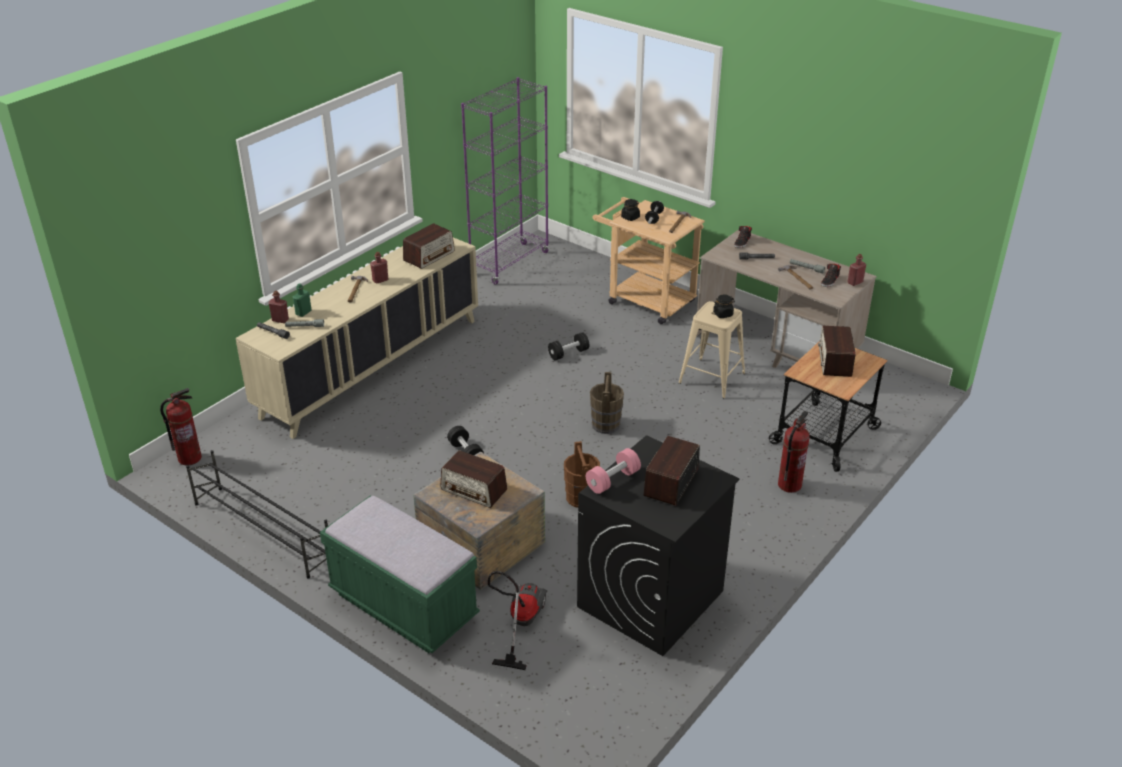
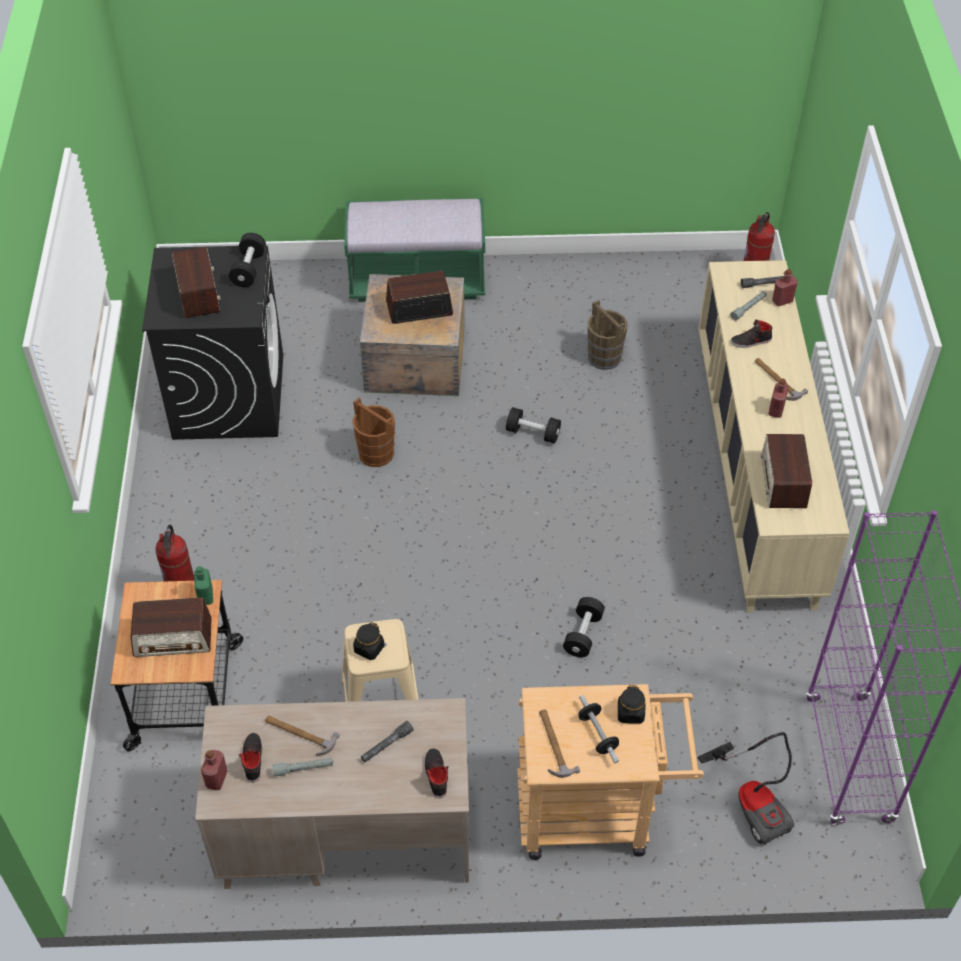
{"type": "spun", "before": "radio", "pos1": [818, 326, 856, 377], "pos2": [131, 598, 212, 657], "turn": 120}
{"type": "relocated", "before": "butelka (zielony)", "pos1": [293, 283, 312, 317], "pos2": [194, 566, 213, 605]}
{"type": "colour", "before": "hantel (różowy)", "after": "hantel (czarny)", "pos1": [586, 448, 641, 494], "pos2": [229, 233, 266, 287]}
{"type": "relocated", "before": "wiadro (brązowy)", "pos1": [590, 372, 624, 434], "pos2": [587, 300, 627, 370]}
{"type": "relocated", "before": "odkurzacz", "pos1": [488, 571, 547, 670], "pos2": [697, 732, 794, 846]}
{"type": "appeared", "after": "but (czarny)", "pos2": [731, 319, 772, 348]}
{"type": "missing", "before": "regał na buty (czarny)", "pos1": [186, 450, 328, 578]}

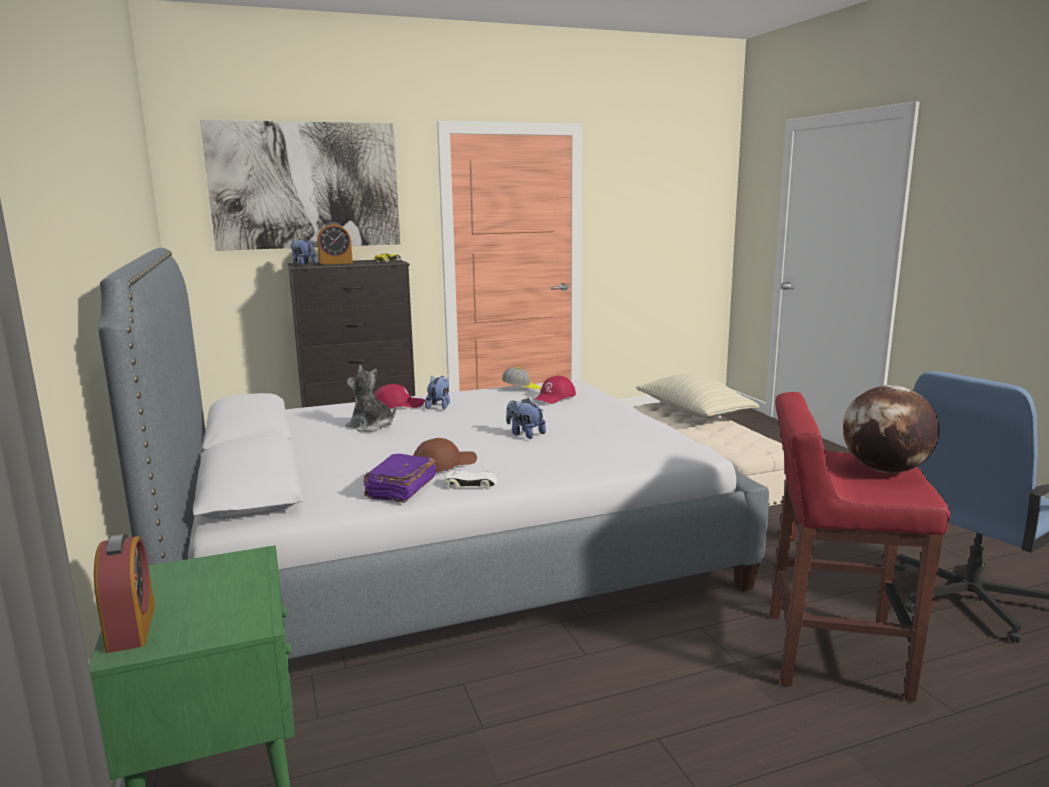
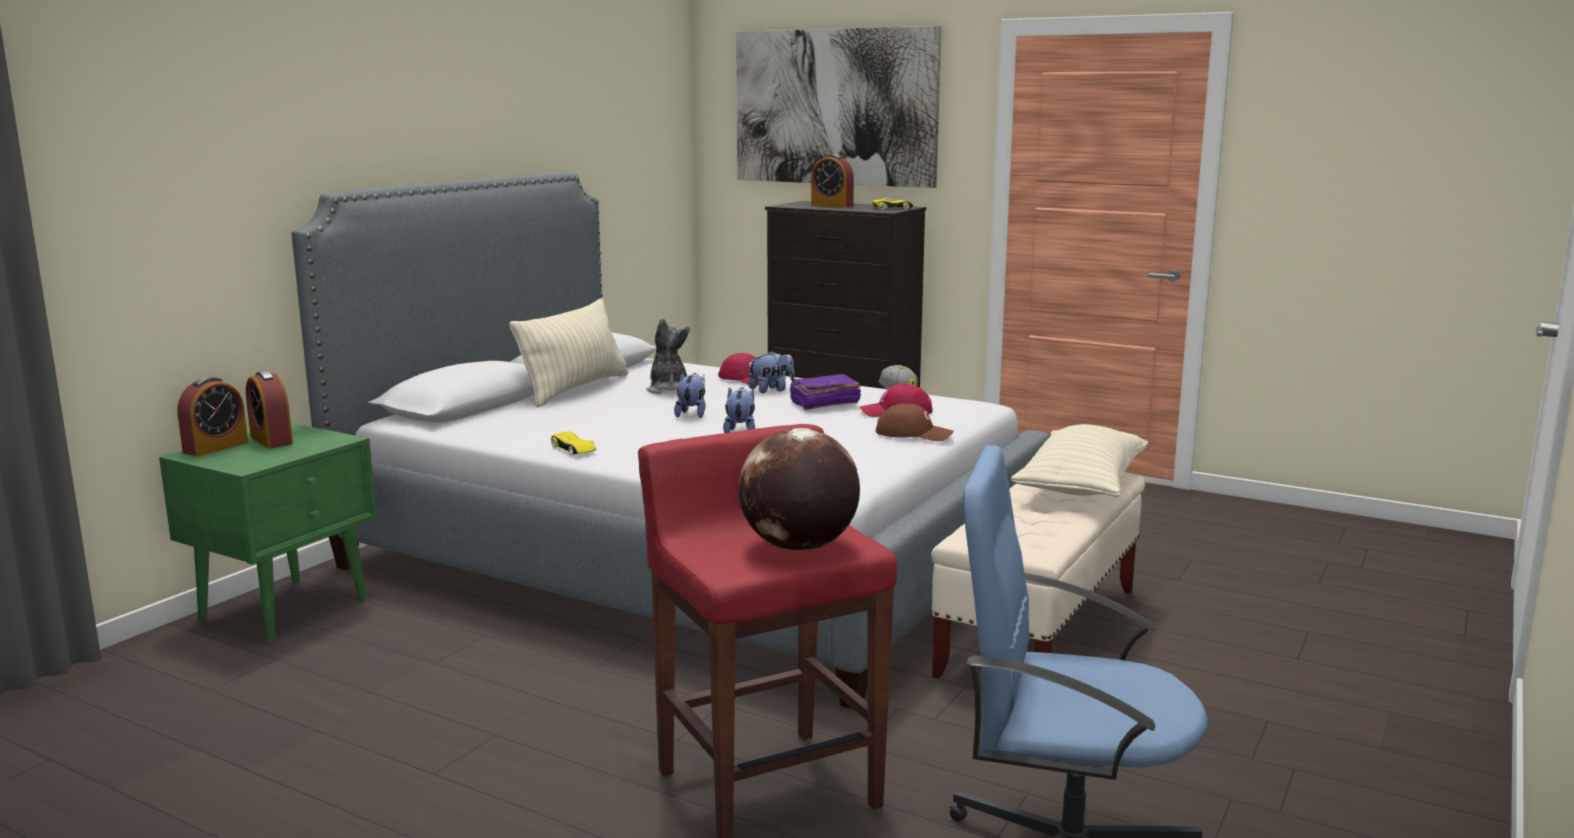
{"type": "appeared", "after": "budzik", "pos2": [246, 371, 293, 449]}
{"type": "appeared", "after": "poduszka (beżowy)", "pos2": [509, 298, 628, 408]}
{"type": "colour", "before": "samochodzik (biały)", "after": "samochodzik (żółty)", "pos1": [445, 471, 497, 489], "pos2": [551, 432, 596, 455]}
{"type": "relocated", "before": "pluszak", "pos1": [291, 239, 317, 266], "pos2": [674, 373, 706, 418]}
{"type": "relocated", "before": "książka (fioletowy)", "pos1": [363, 454, 436, 503], "pos2": [789, 374, 861, 410]}
{"type": "relocated", "before": "czapka z daszkiem (brązowy)", "pos1": [413, 438, 477, 472], "pos2": [876, 403, 954, 441]}

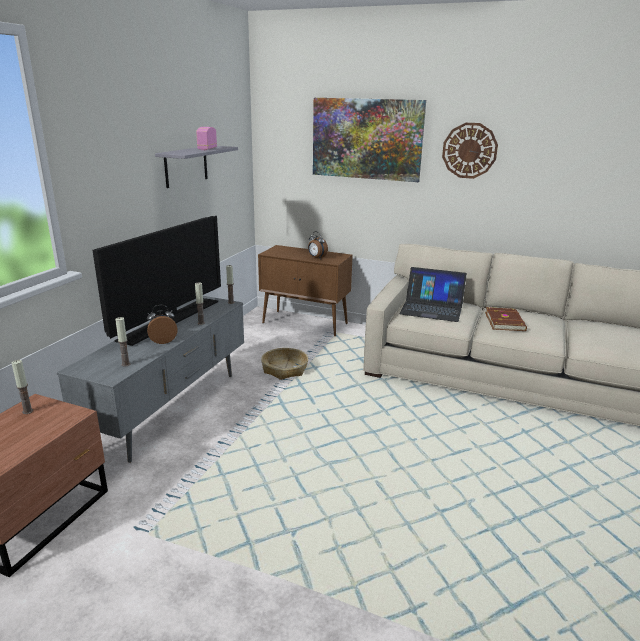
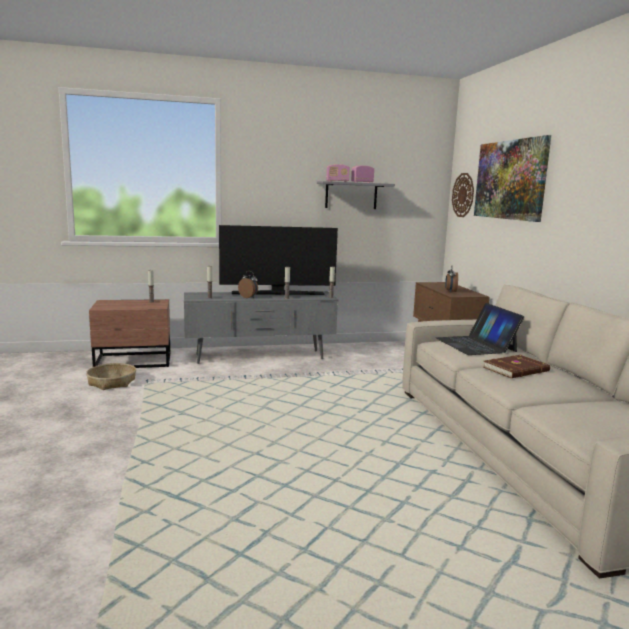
{"type": "relocated", "before": "koszyk", "pos1": [261, 348, 308, 380], "pos2": [86, 363, 136, 390]}
{"type": "appeared", "after": "radio", "pos2": [326, 164, 350, 182]}
{"type": "relocated", "before": "zegar ścienny", "pos1": [442, 123, 498, 179], "pos2": [452, 173, 474, 217]}

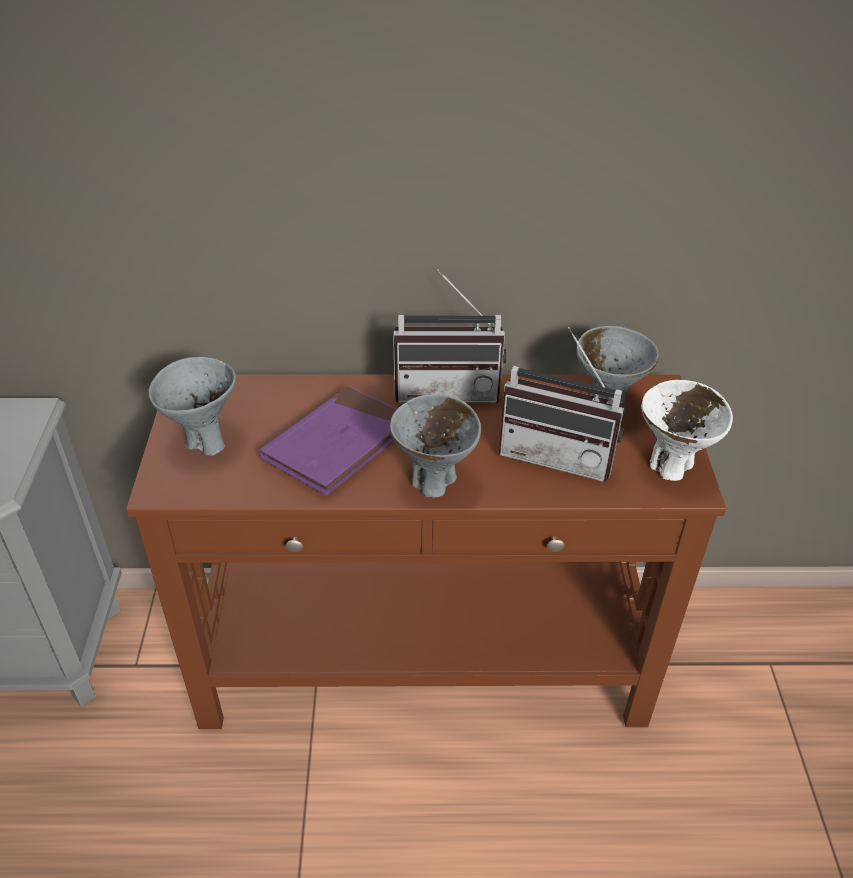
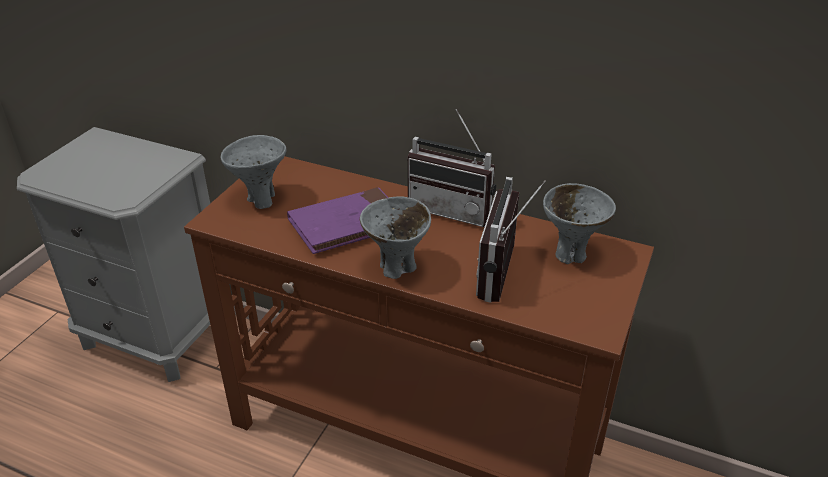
{"type": "spun", "before": "radio", "pos1": [499, 327, 624, 482], "pos2": [476, 177, 546, 303], "turn": 60}
{"type": "missing", "before": "miska (biały)", "pos1": [641, 380, 733, 481]}

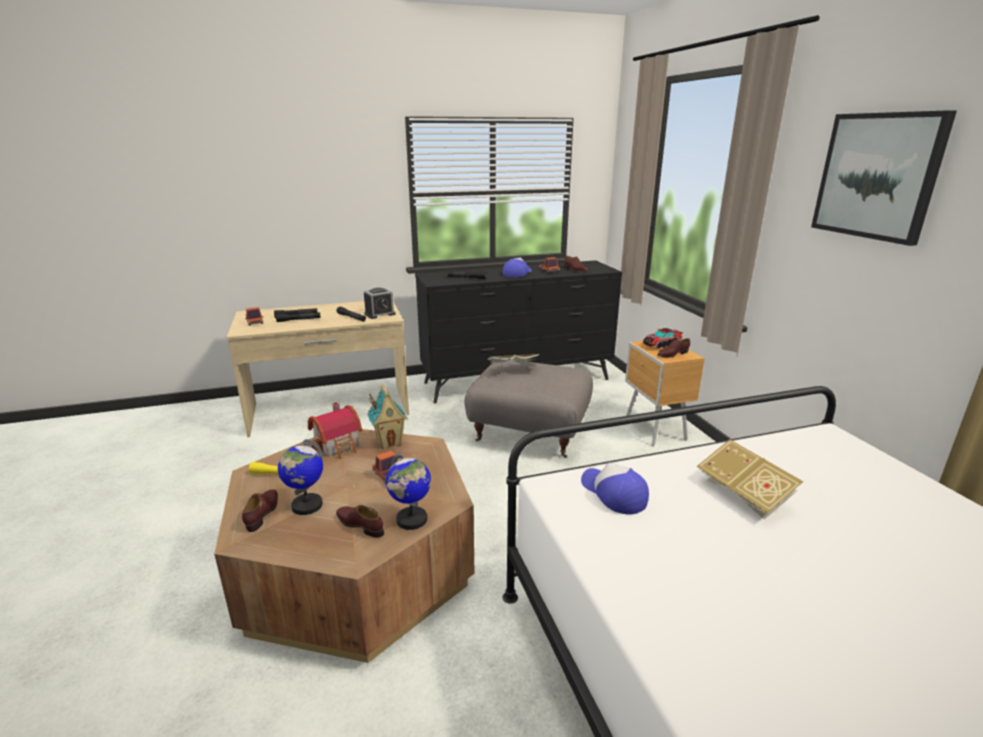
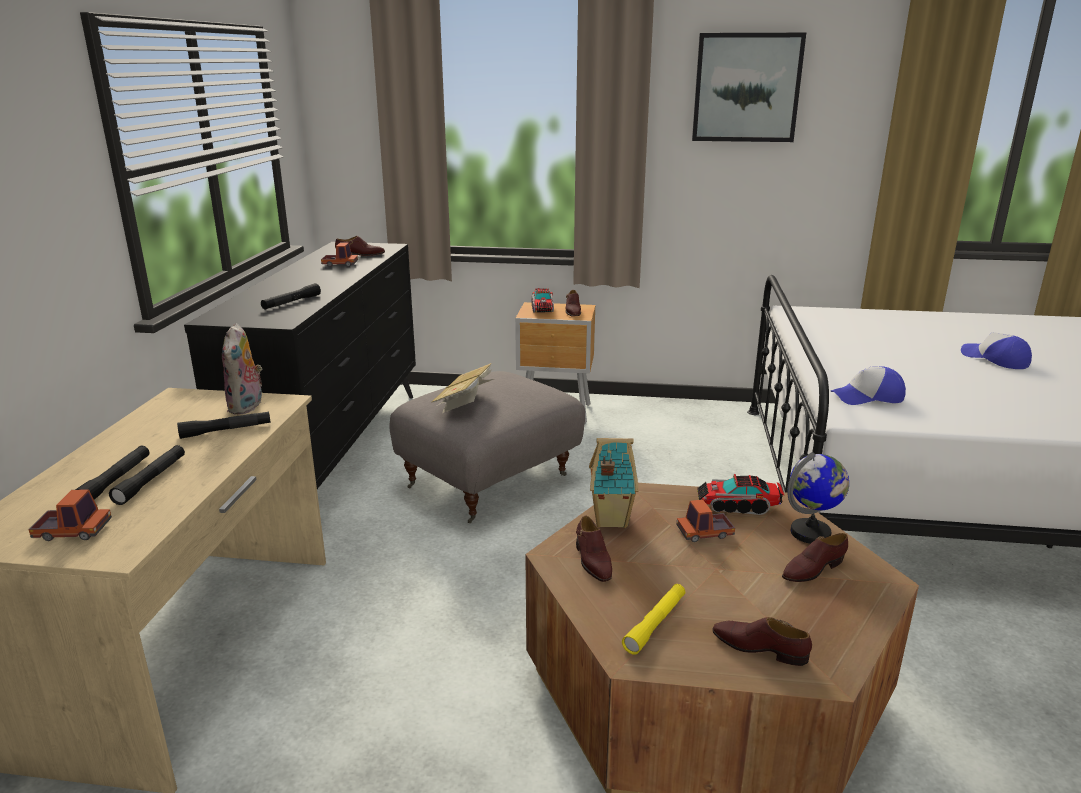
{"type": "exchanged", "before": "budzik", "after": "pluszak", "pos1": [364, 288, 395, 319], "pos2": [222, 323, 262, 414]}
{"type": "exchanged", "before": "domek", "after": "but (brązowy)", "pos1": [308, 402, 362, 459], "pos2": [576, 516, 612, 582]}
{"type": "appeared", "after": "ciężarówka zabawkowa", "pos2": [697, 474, 784, 515]}
{"type": "relocated", "before": "czapka z daszkiem", "pos1": [503, 258, 532, 278], "pos2": [961, 332, 1032, 369]}
{"type": "missing", "before": "globus", "pos1": [278, 439, 323, 515]}
{"type": "missing", "before": "książka", "pos1": [697, 439, 803, 520]}

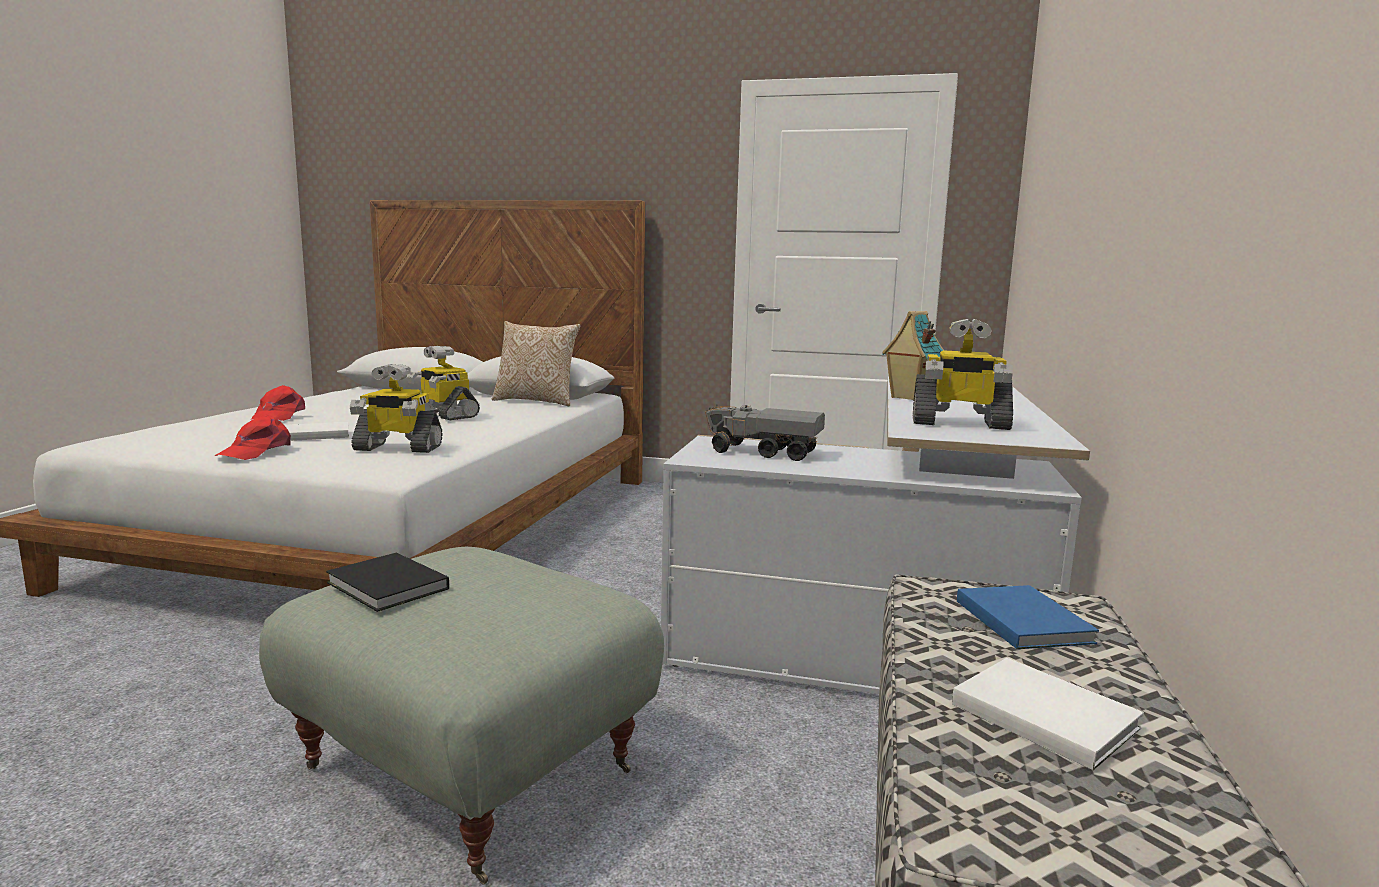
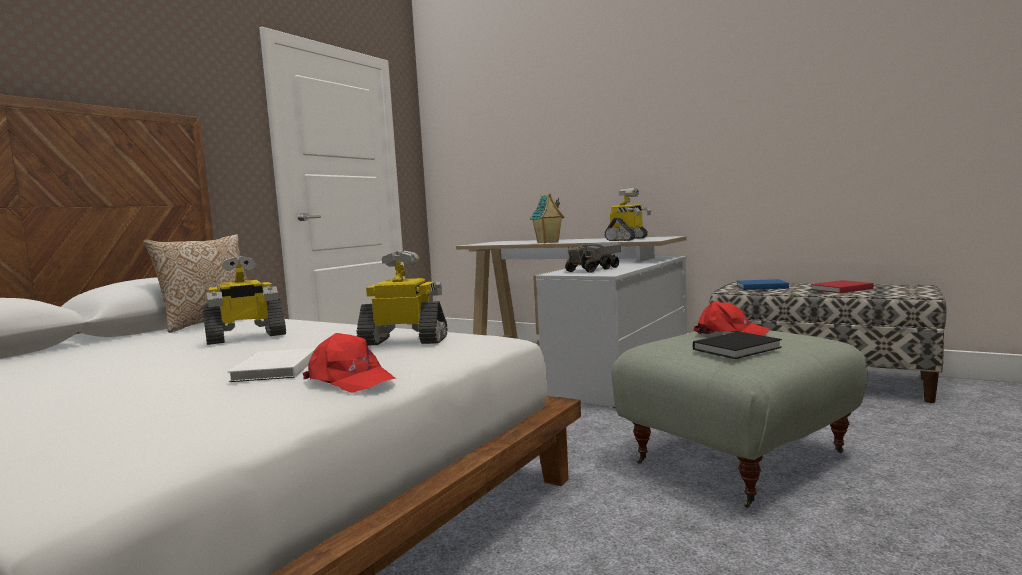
{"type": "spun", "before": "robot zabawkowy", "pos1": [350, 364, 443, 453], "pos2": [357, 251, 447, 345], "turn": -105}
{"type": "relocated", "before": "czapka z daszkiem (czerwony)", "pos1": [251, 385, 305, 421], "pos2": [694, 301, 769, 335]}
{"type": "colour", "before": "książka (biały)", "after": "książka (czerwony)", "pos1": [952, 658, 1144, 770], "pos2": [810, 280, 874, 293]}

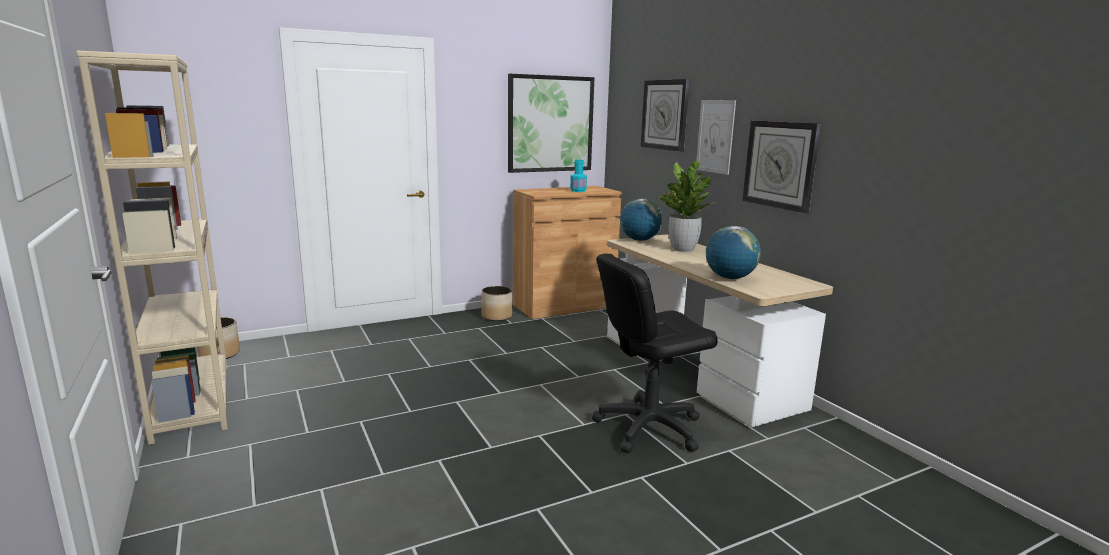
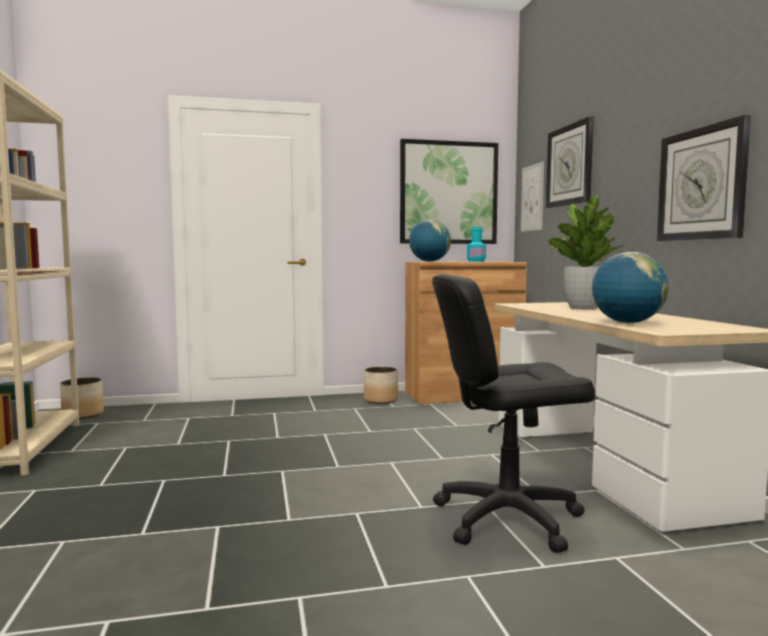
{"type": "relocated", "before": "globus", "pos1": [620, 199, 662, 241], "pos2": [409, 219, 451, 262]}
{"type": "relocated", "before": "obraz", "pos1": [696, 100, 736, 175], "pos2": [521, 162, 544, 232]}

